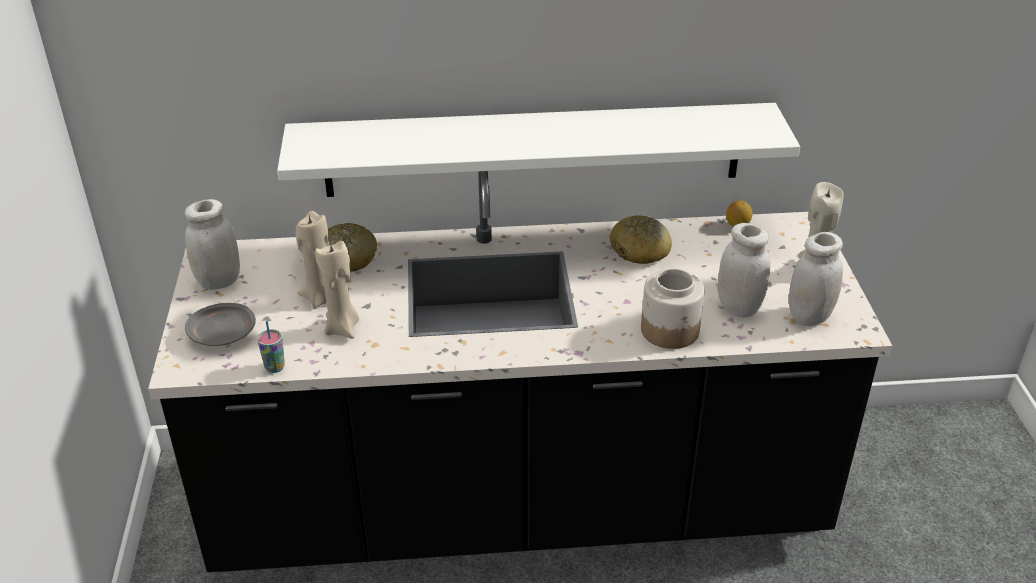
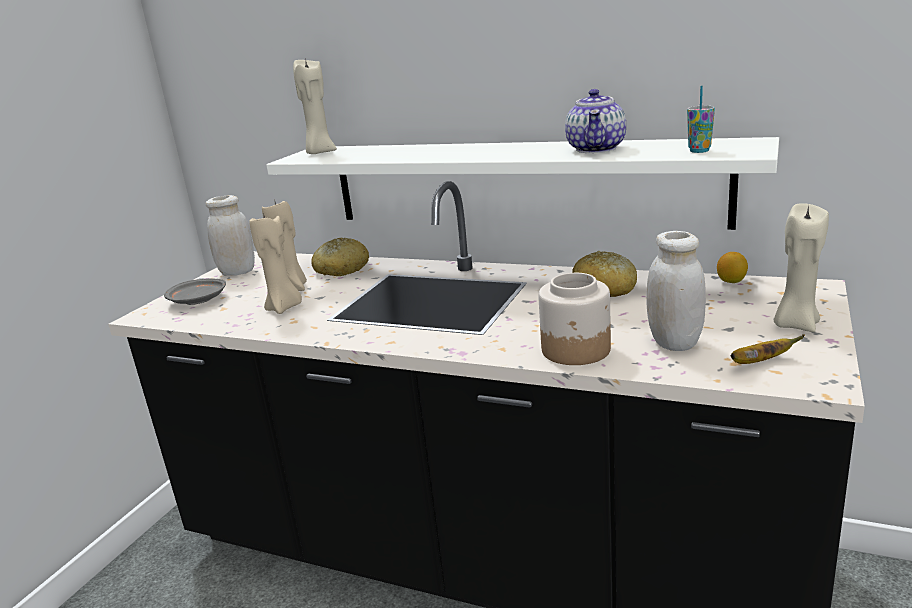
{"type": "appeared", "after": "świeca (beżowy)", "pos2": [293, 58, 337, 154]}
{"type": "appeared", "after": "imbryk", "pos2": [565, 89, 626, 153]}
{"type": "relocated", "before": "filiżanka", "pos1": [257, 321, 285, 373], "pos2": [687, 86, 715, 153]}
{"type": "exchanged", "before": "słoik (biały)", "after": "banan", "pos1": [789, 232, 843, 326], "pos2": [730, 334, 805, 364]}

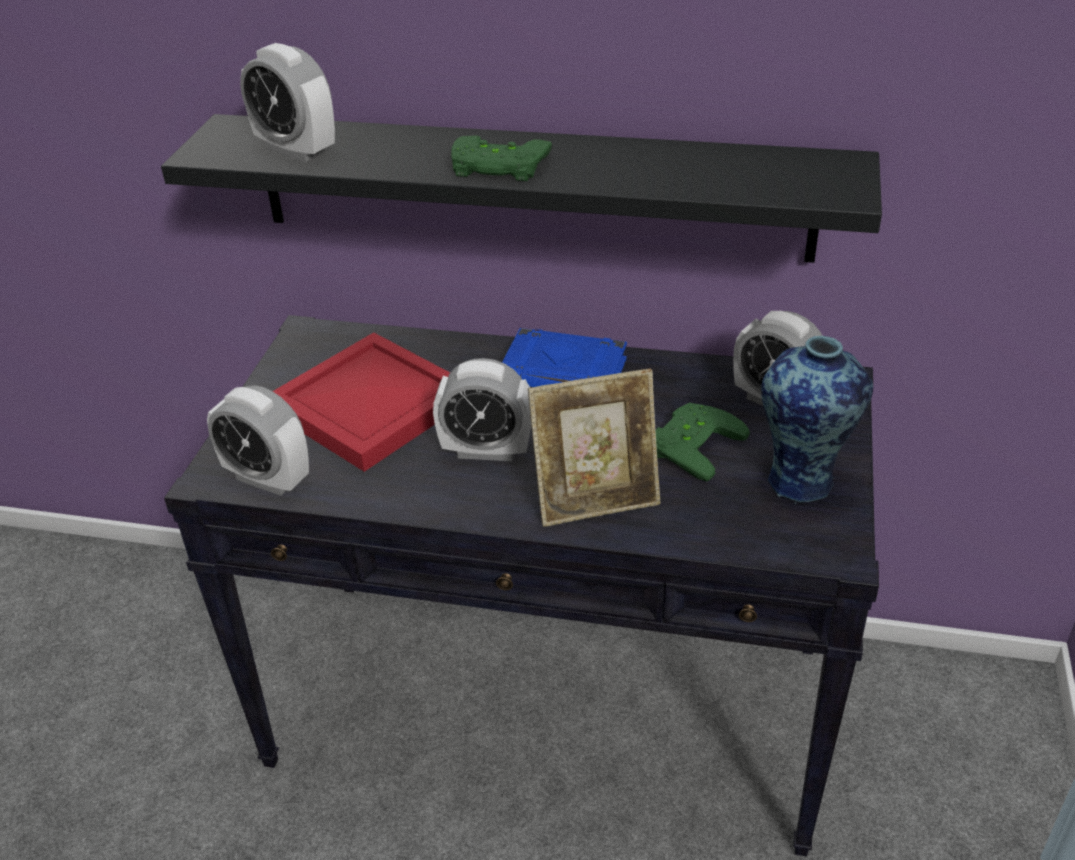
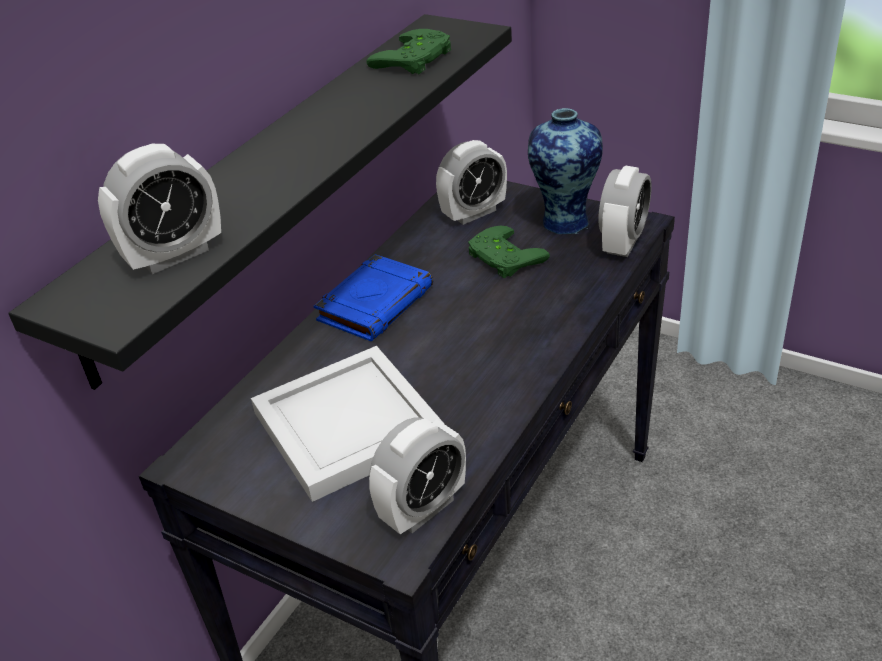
{"type": "colour", "before": "taca (czerwony)", "after": "taca (biały)", "pos1": [273, 332, 450, 472], "pos2": [251, 346, 444, 502]}
{"type": "relocated", "before": "pad do gier (zielony)", "pos1": [451, 135, 552, 181], "pos2": [366, 29, 451, 74]}
{"type": "relocated", "before": "budzik", "pos1": [433, 358, 531, 461], "pos2": [598, 166, 652, 257]}
{"type": "missing", "before": "ramka na zdjęcie", "pos1": [528, 368, 660, 527]}

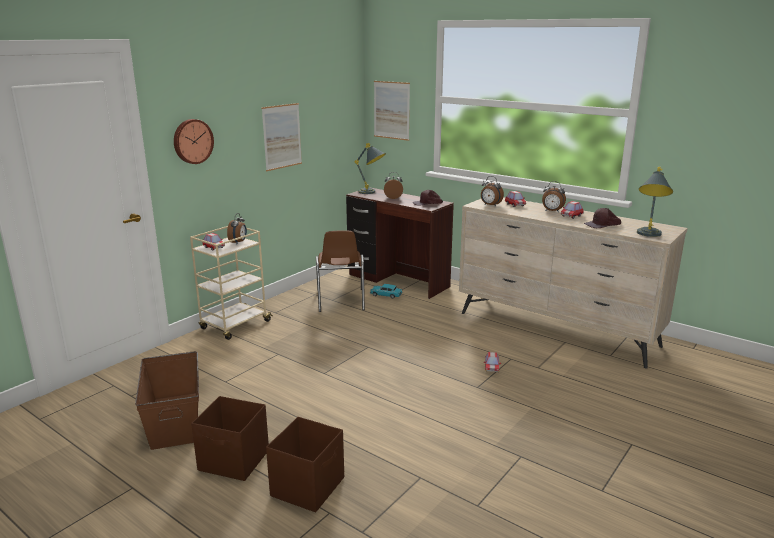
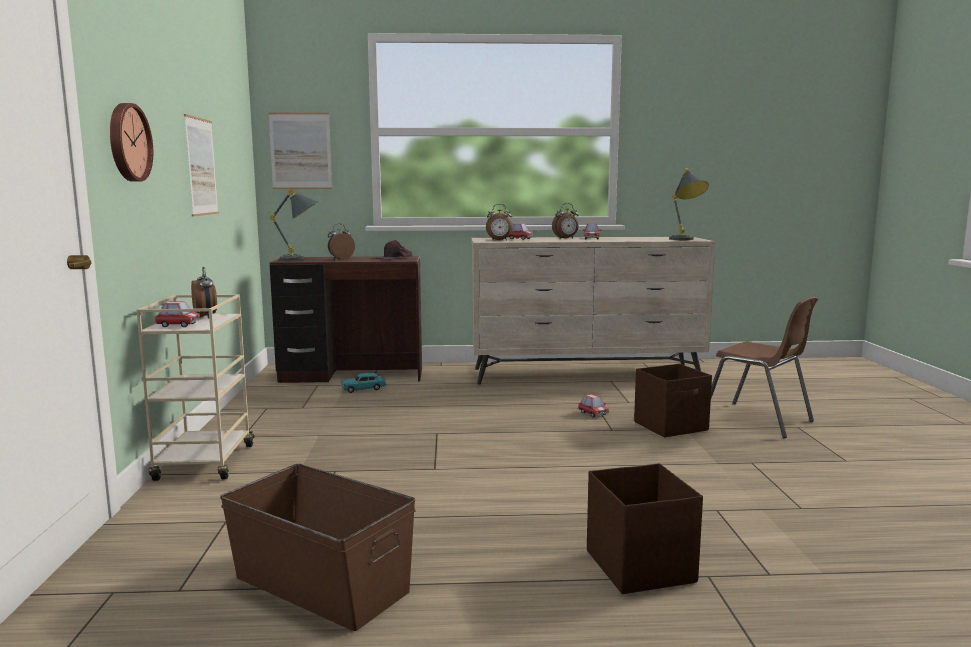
{"type": "relocated", "before": "pojemnik do przechowywania (brązowy)", "pos1": [191, 396, 269, 481], "pos2": [634, 364, 712, 437]}
{"type": "relocated", "before": "krzesło (brązowy)", "pos1": [316, 230, 365, 312], "pos2": [711, 297, 818, 438]}
{"type": "missing", "before": "czapka z daszkiem (brązowy)", "pos1": [584, 208, 621, 228]}

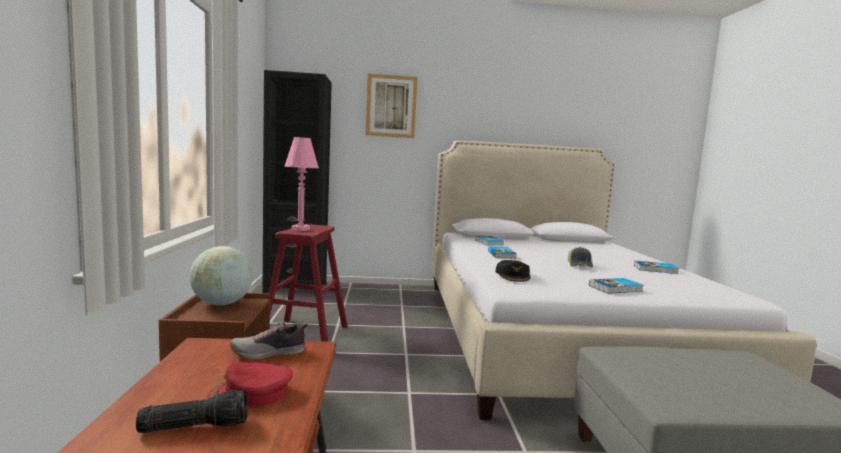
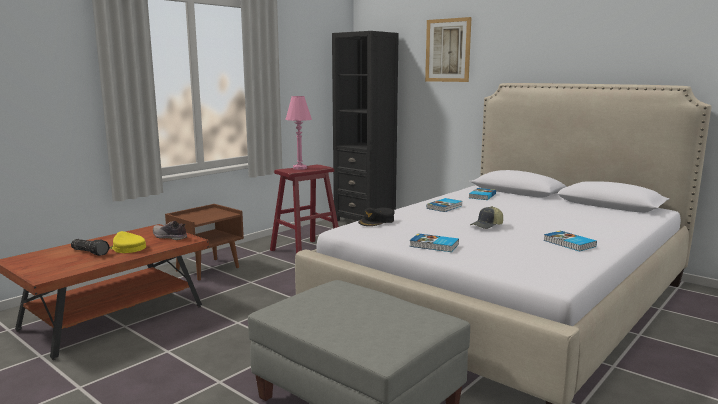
{"type": "colour", "before": "czapka z daszkiem (czerwony)", "after": "czapka z daszkiem (żółty)", "pos1": [207, 362, 293, 406], "pos2": [109, 231, 146, 253]}
{"type": "missing", "before": "globus", "pos1": [189, 246, 253, 305]}

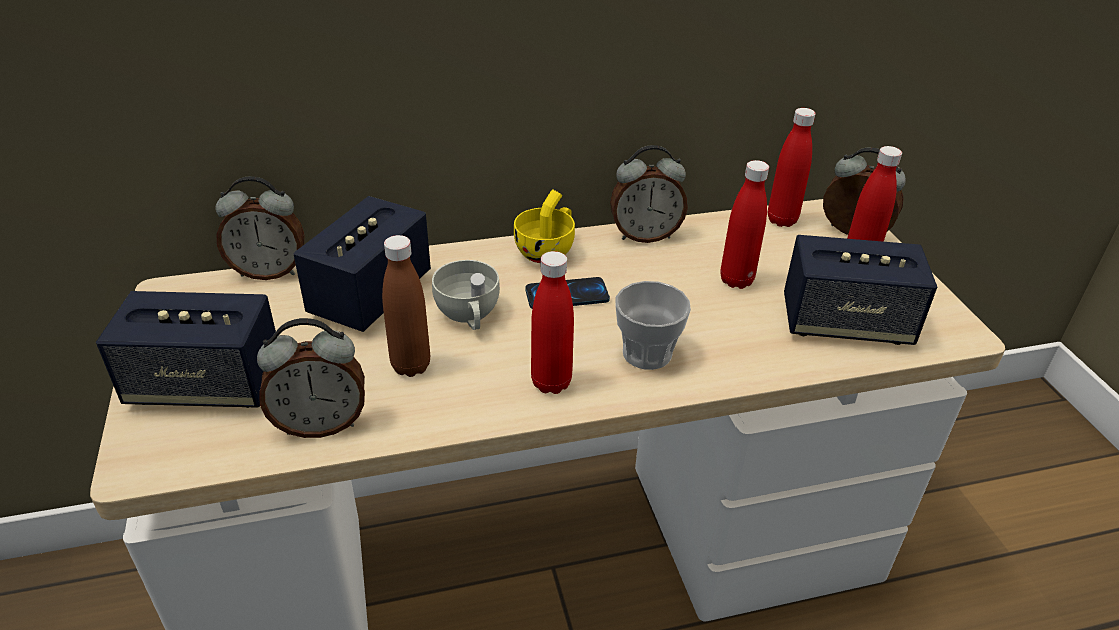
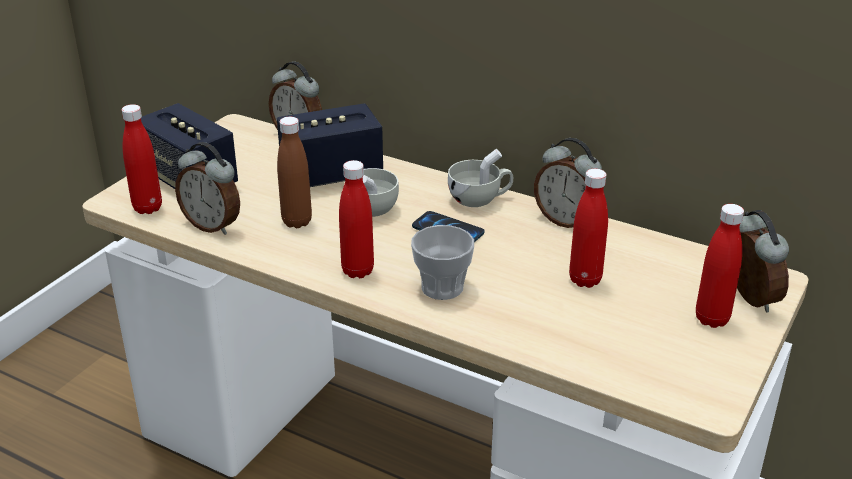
{"type": "relocated", "before": "butelka (czerwony)", "pos1": [768, 108, 816, 227], "pos2": [121, 104, 162, 214]}
{"type": "colour", "before": "filiżanka (żółty)", "after": "filiżanka (biały)", "pos1": [514, 189, 575, 263], "pos2": [448, 149, 513, 207]}
{"type": "missing", "before": "głośnik", "pos1": [784, 235, 937, 345]}

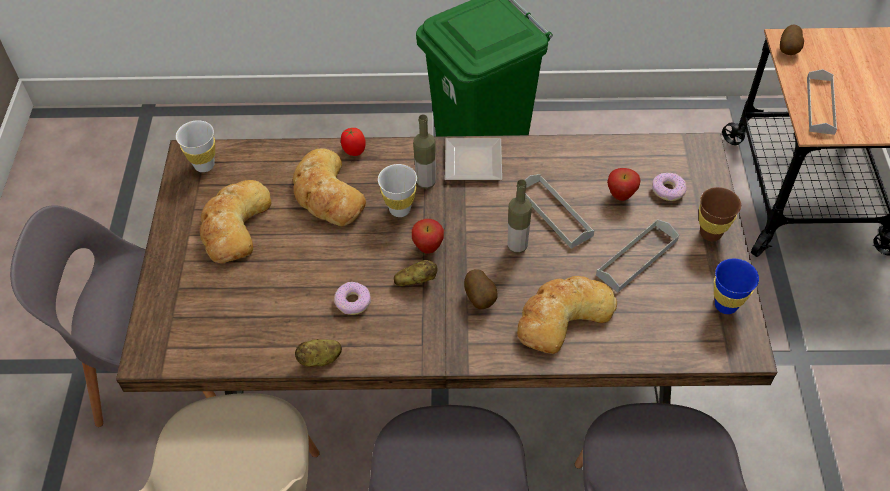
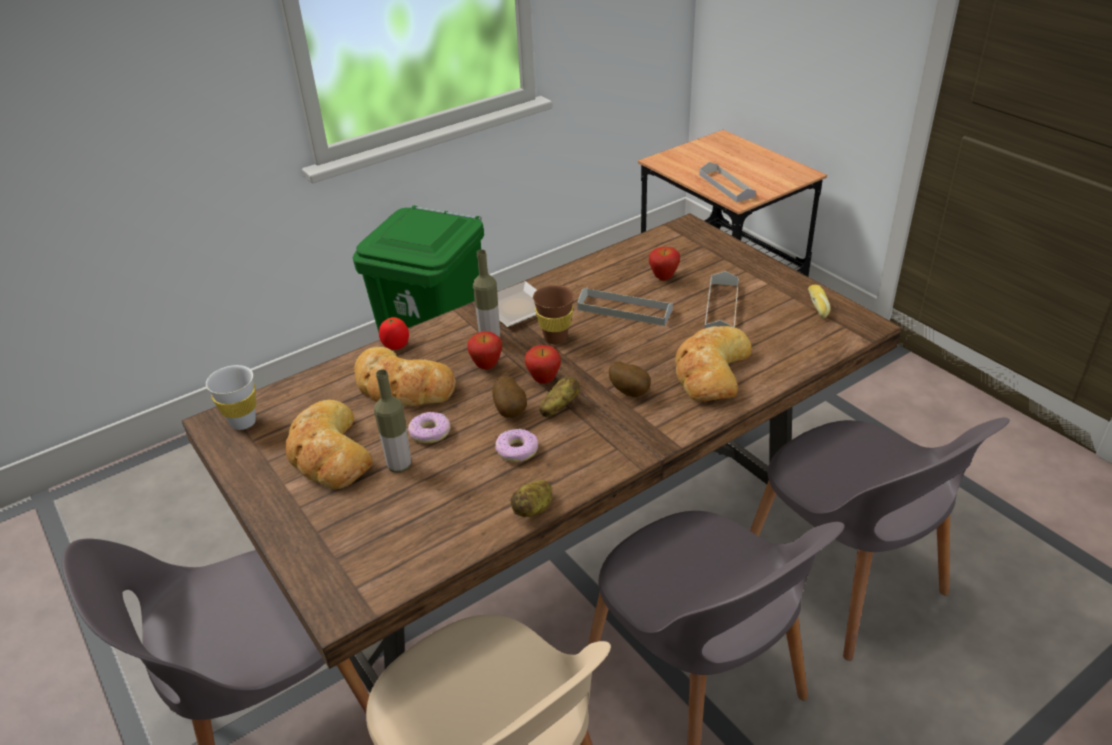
{"type": "relocated", "before": "butelka", "pos1": [508, 179, 532, 253], "pos2": [374, 369, 411, 473]}
{"type": "relocated", "before": "donut", "pos1": [652, 173, 687, 201], "pos2": [408, 412, 450, 443]}
{"type": "exchanged", "before": "filiżanka (biały)", "after": "jabłko", "pos1": [378, 164, 417, 217], "pos2": [467, 331, 502, 370]}
{"type": "relocated", "before": "ziemniak", "pos1": [780, 24, 804, 55], "pos2": [492, 376, 527, 418]}
{"type": "relocated", "before": "filiżanka (brązowy)", "pos1": [699, 187, 741, 241], "pos2": [533, 285, 575, 344]}
{"type": "exchanged", "before": "filiżanka (niebieski)", "after": "chleb", "pos1": [714, 259, 759, 314], "pos2": [808, 285, 831, 319]}

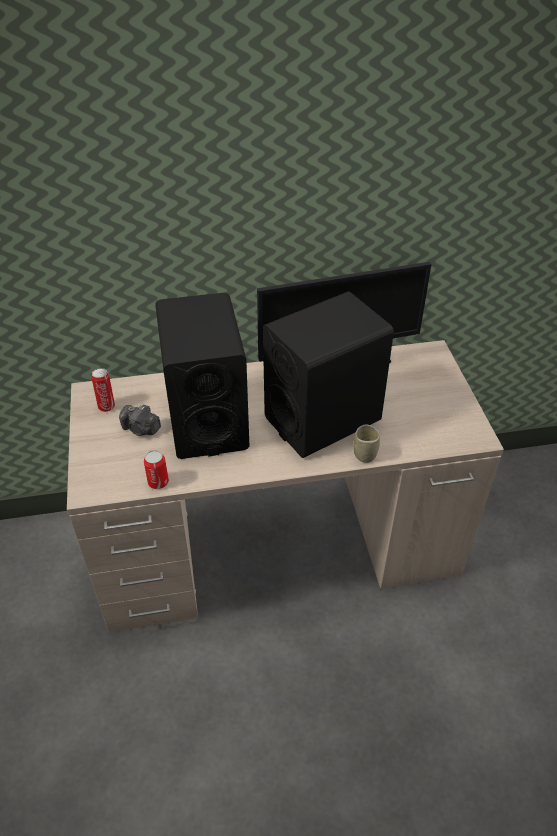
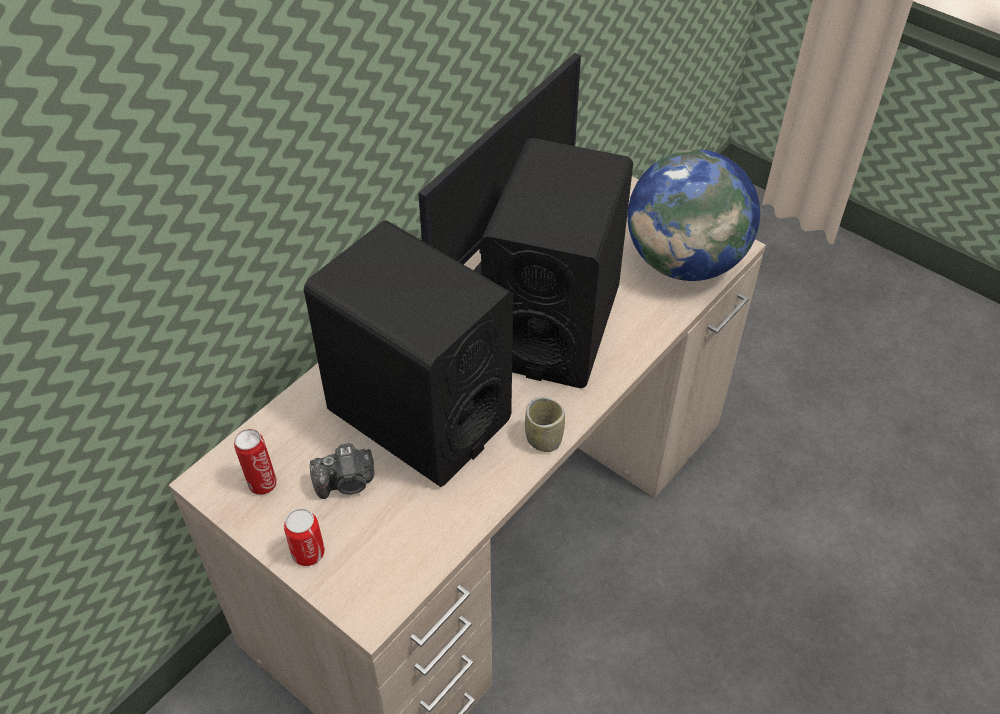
{"type": "relocated", "before": "puszka", "pos1": [144, 450, 169, 489], "pos2": [284, 508, 325, 566]}
{"type": "relocated", "before": "filiżanka", "pos1": [353, 424, 380, 463], "pos2": [525, 397, 565, 452]}
{"type": "appeared", "after": "globus", "pos2": [628, 149, 760, 281]}

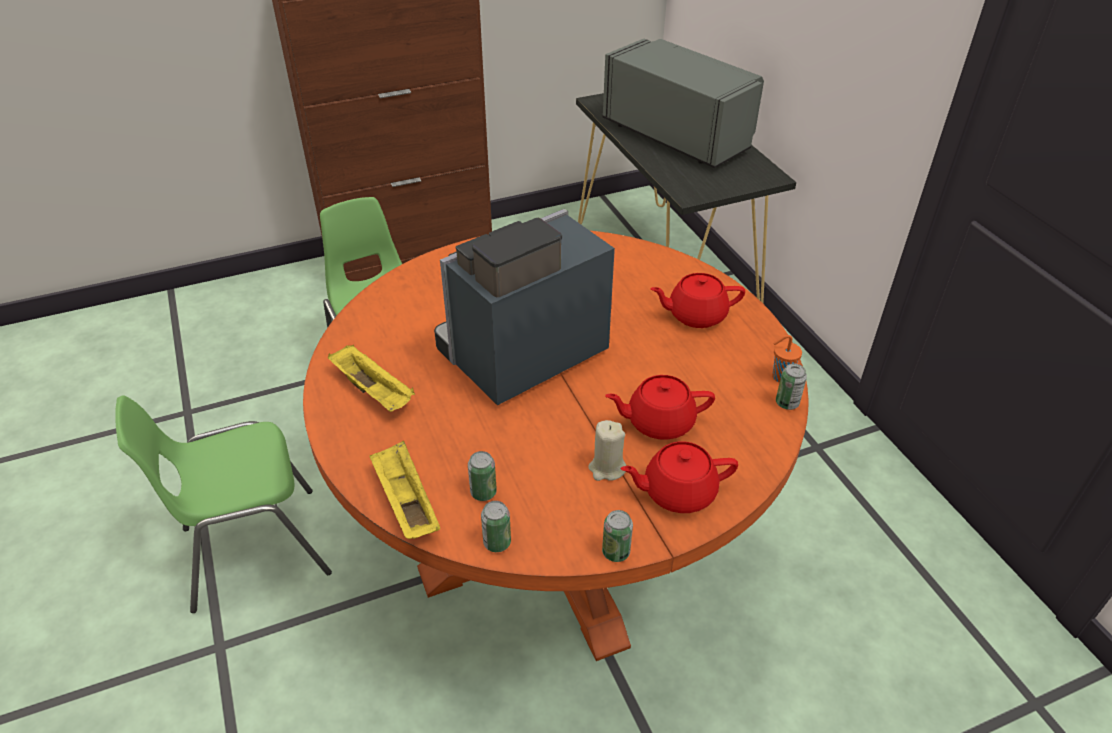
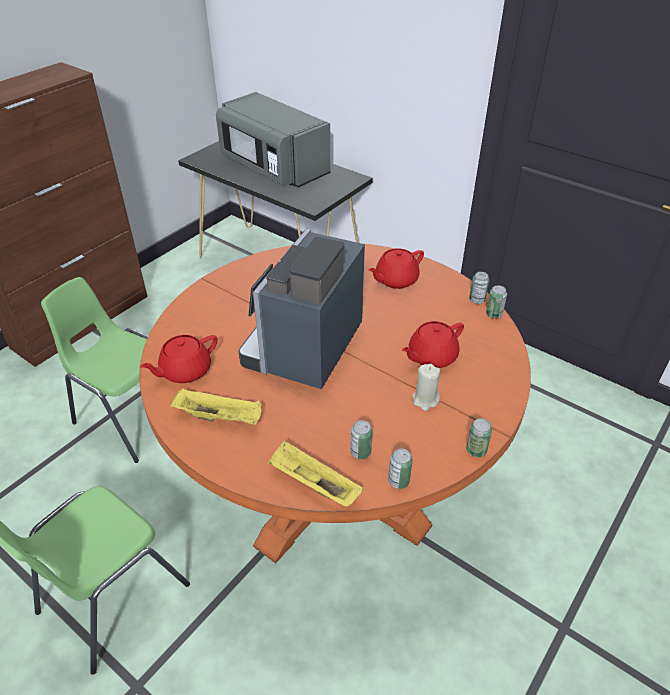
{"type": "relocated", "before": "imbryk (czerwony)", "pos1": [621, 441, 738, 513], "pos2": [140, 335, 218, 383]}
{"type": "spun", "before": "mikrofalówka (szary)", "pos1": [603, 39, 764, 168], "pos2": [216, 92, 331, 187], "turn": -150}
{"type": "exchanged", "before": "filiżanka (pomarańczowy)", "after": "puszka", "pos1": [772, 335, 802, 383], "pos2": [469, 272, 489, 304]}

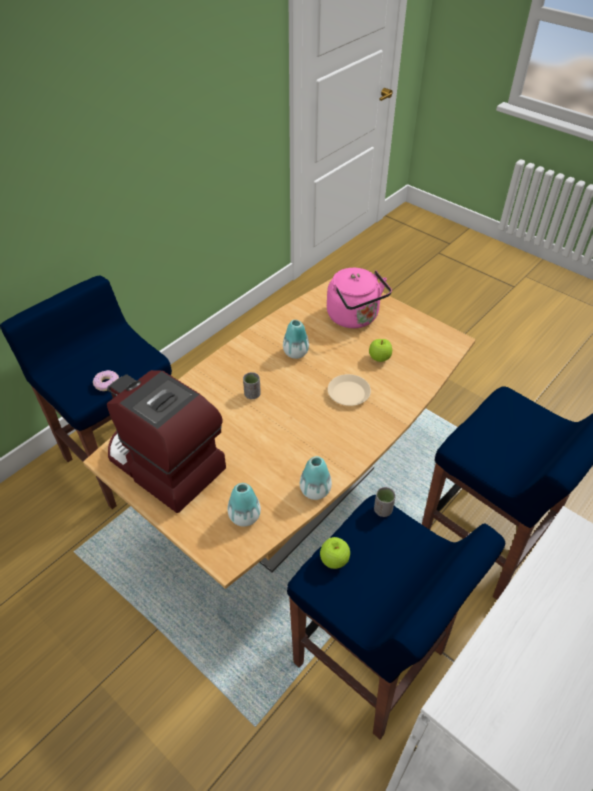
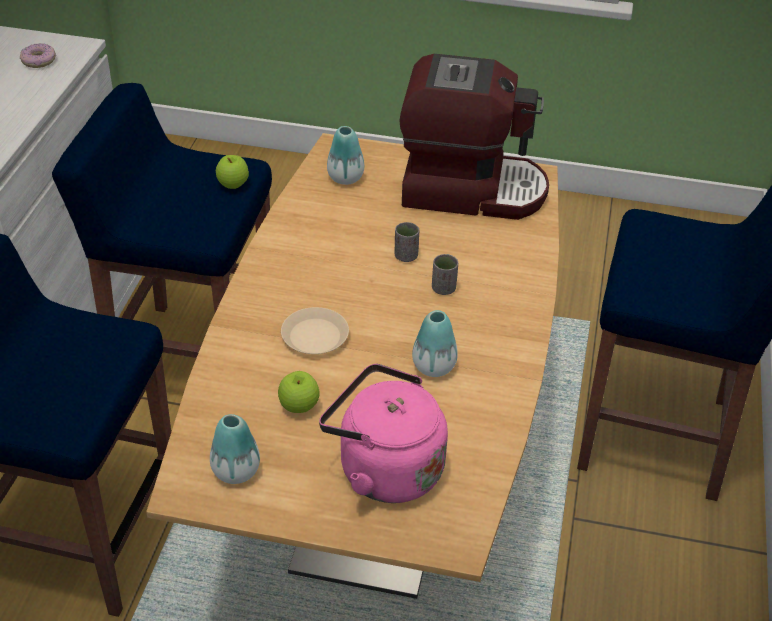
{"type": "relocated", "before": "donut", "pos1": [93, 370, 119, 391], "pos2": [20, 43, 56, 68]}
{"type": "relocated", "before": "wazon", "pos1": [300, 456, 332, 500], "pos2": [210, 414, 260, 484]}
{"type": "relocated", "before": "filiżanka (szary)", "pos1": [374, 487, 396, 517], "pos2": [395, 222, 419, 262]}

